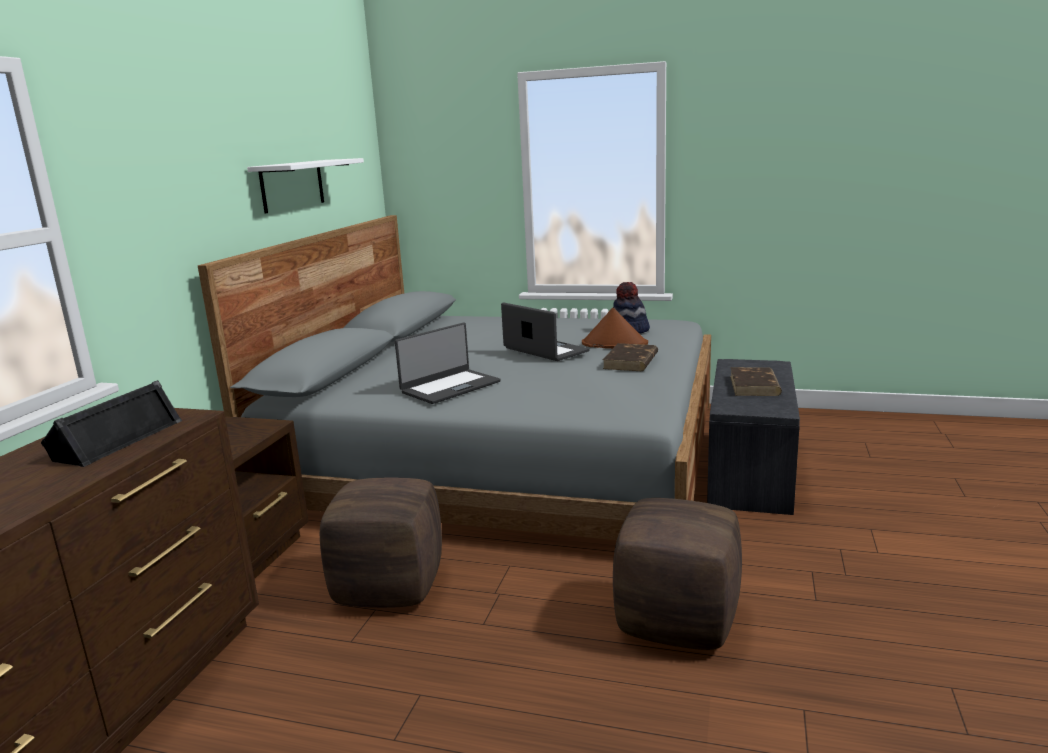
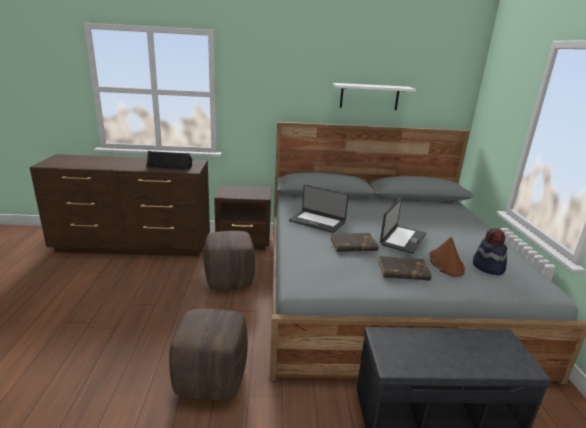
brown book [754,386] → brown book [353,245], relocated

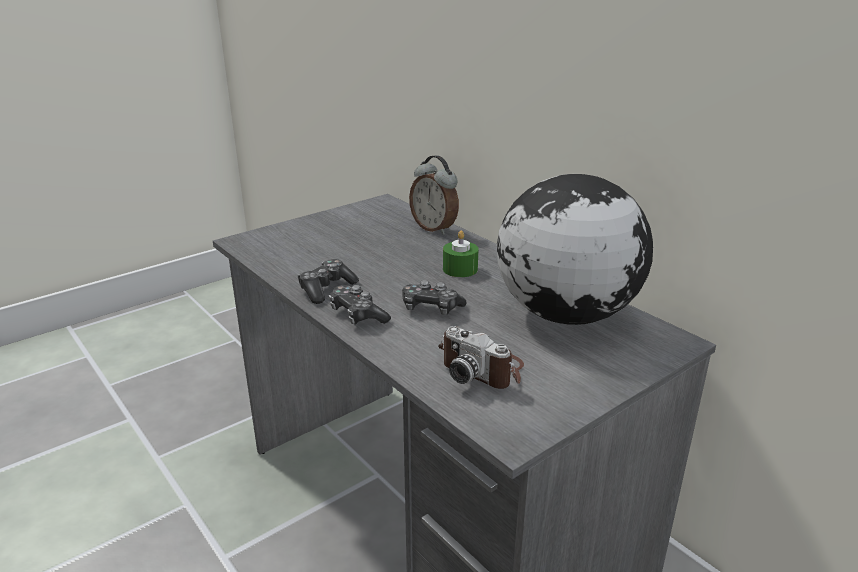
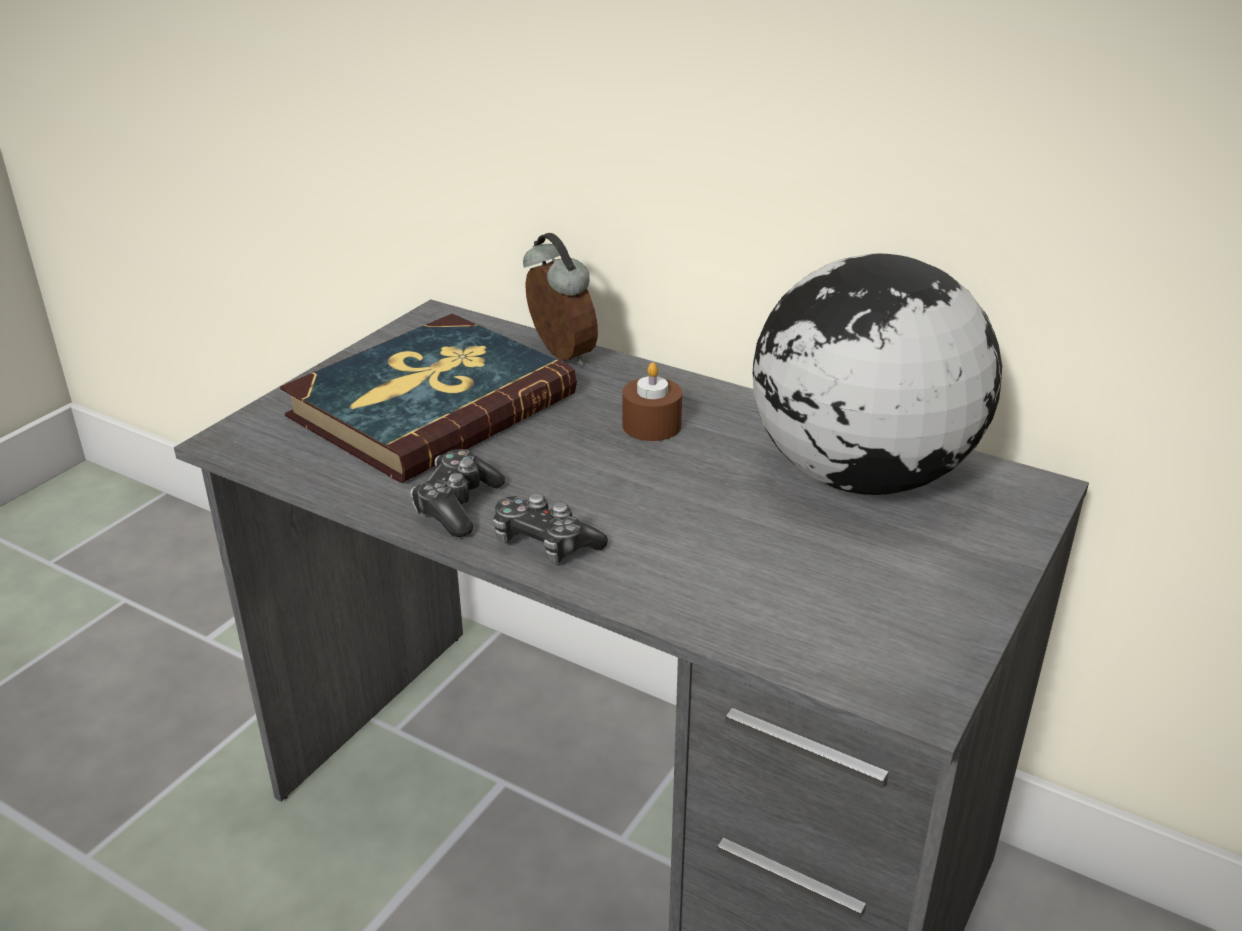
game controller [431,308] → -
photo camera [482,368] → -
- → book [430,405]
green candle [460,269] → brown candle [651,425]
alarm clock [434,228] → alarm clock [559,355], 150 degrees counterclockwise

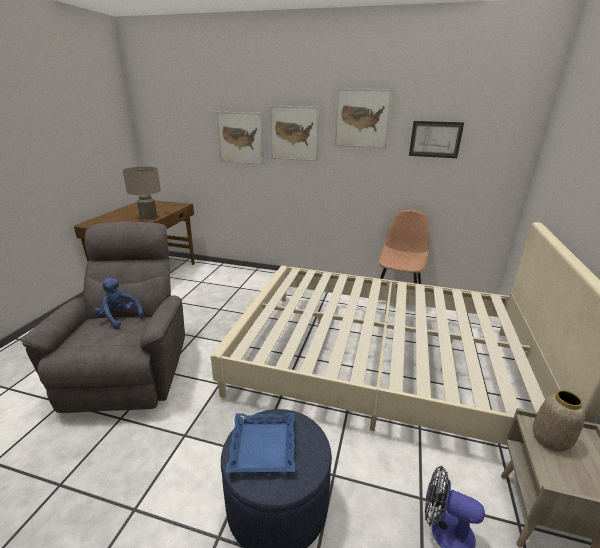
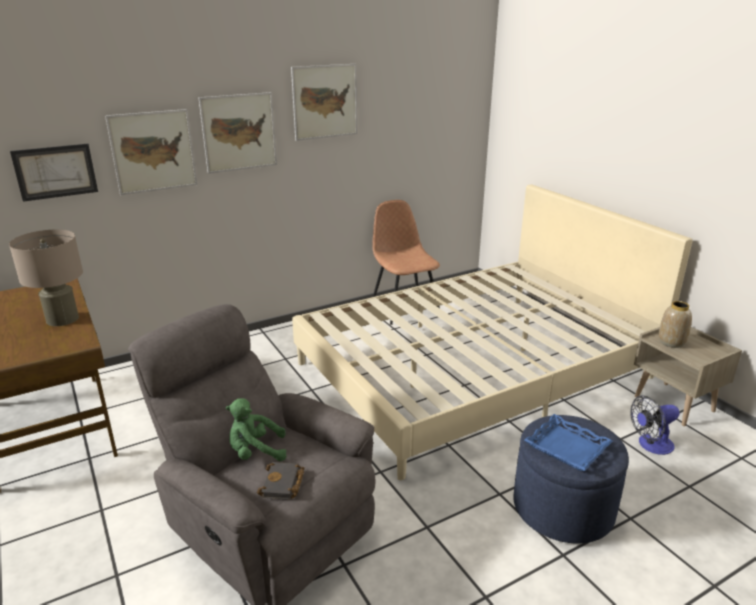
- → black book [283,485]
picture [435,139] → picture [55,172], relocated
blue plush toy [119,318] → green plush toy [255,452]

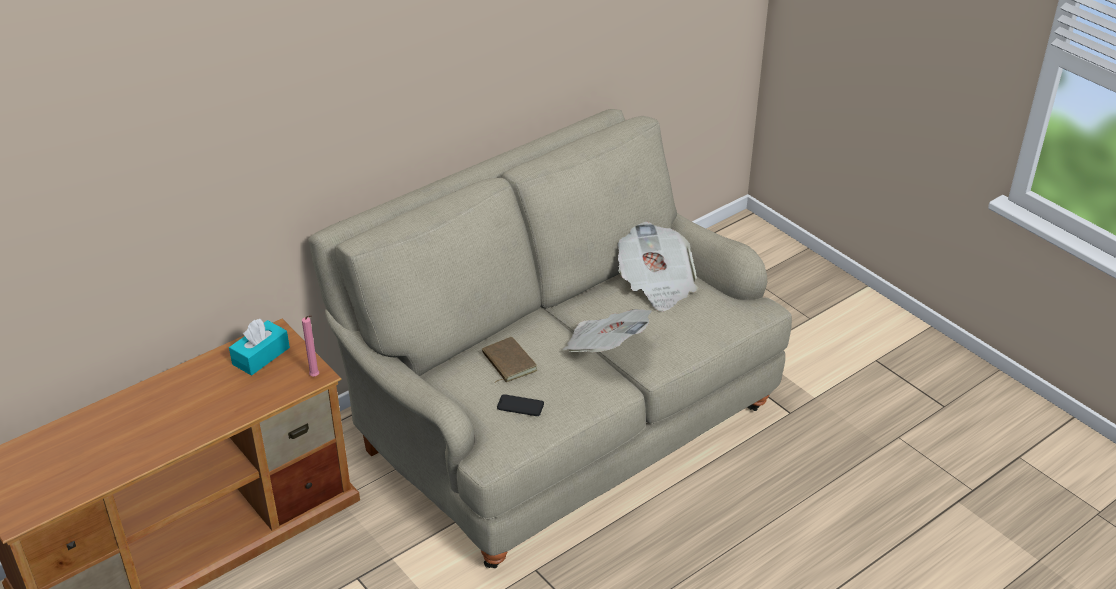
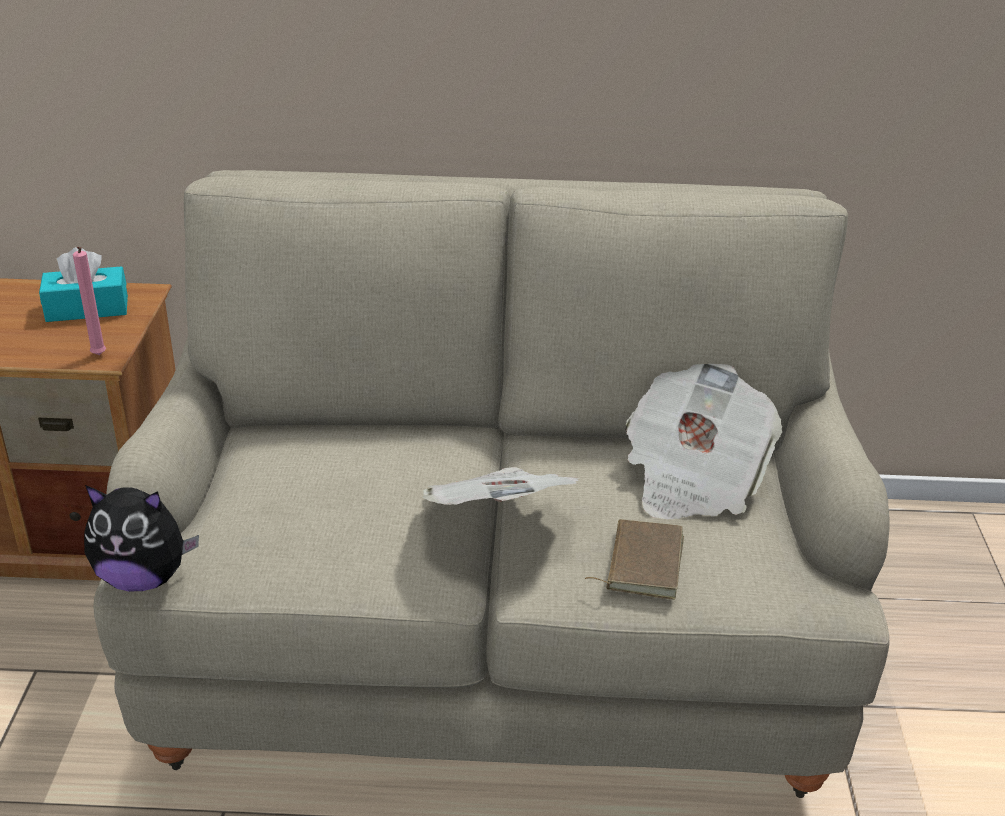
phone [520,406] → -
- → plush toy [143,578]
brown book [507,362] → brown book [641,562], relocated

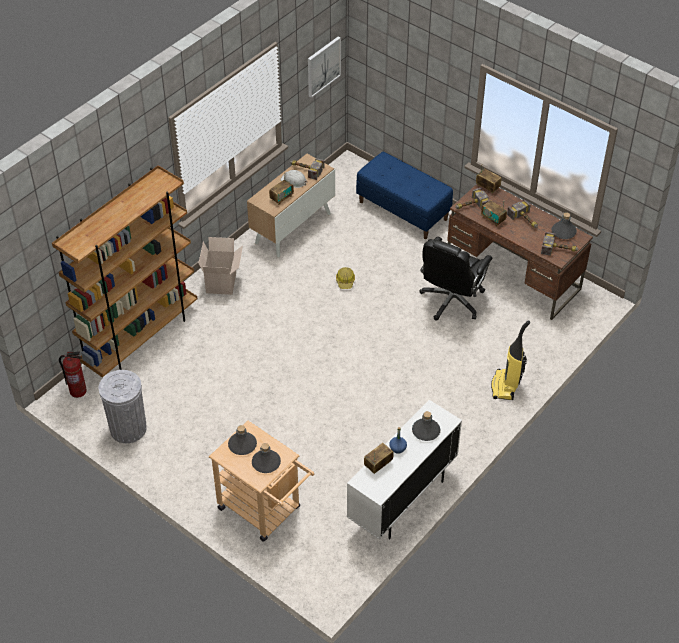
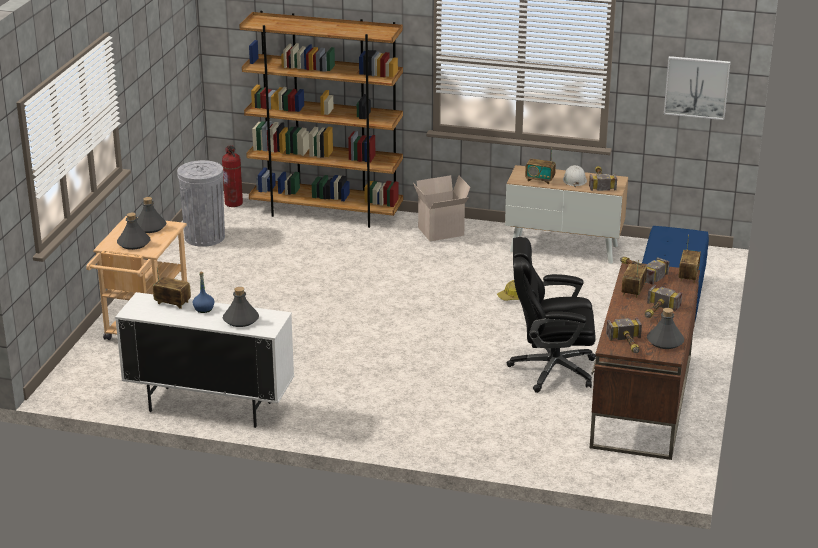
vacuum cleaner [505,386] → -

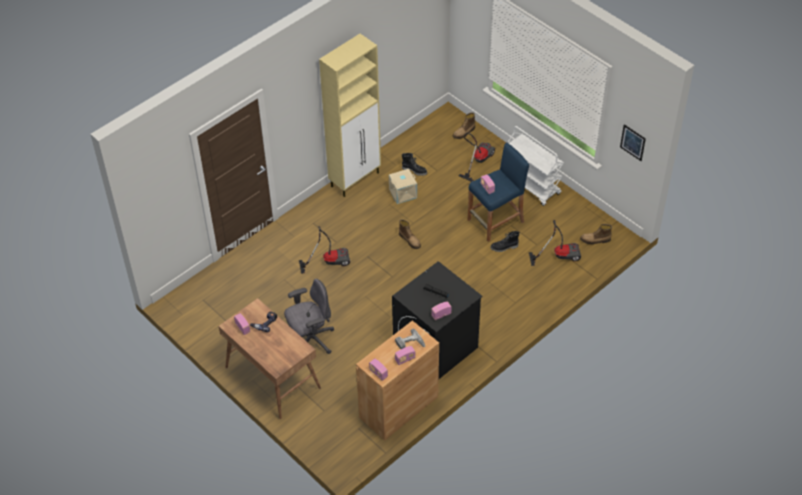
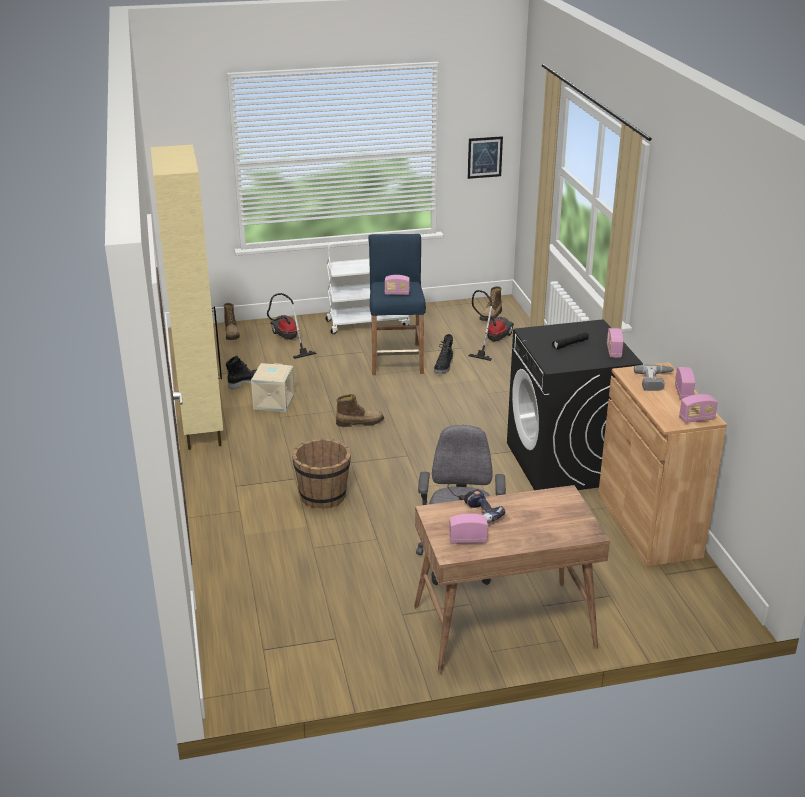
vacuum cleaner [329,261] → brown bucket [323,496]

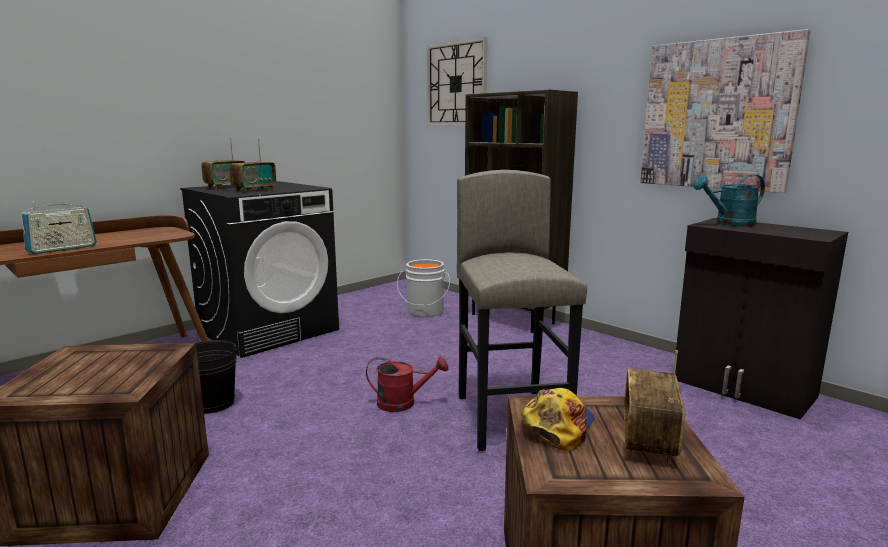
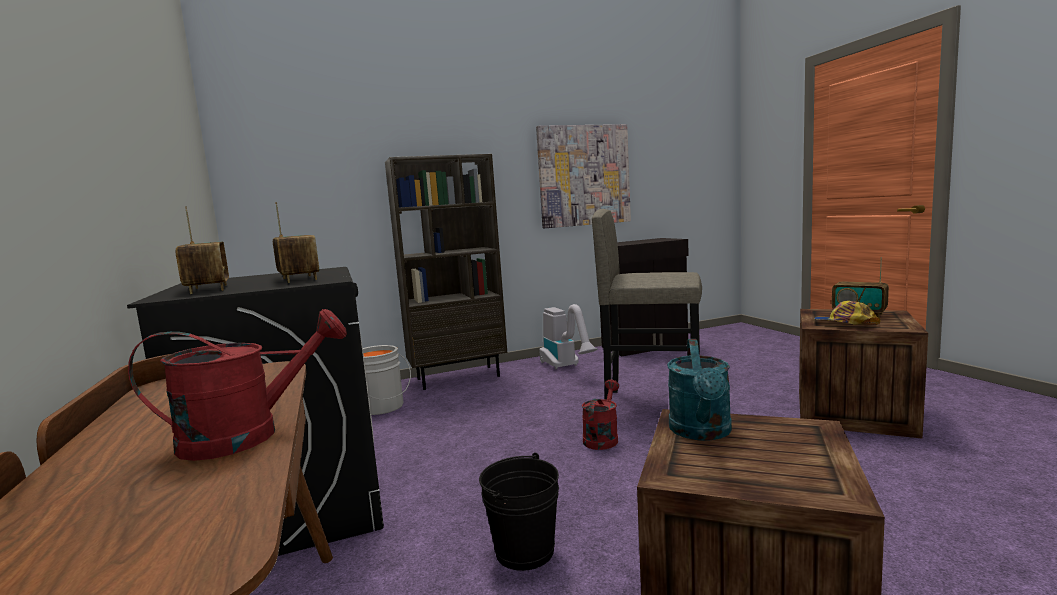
wall clock [456,84] → -
- → vacuum cleaner [567,367]
turquoise watering can [729,224] → turquoise watering can [701,432], relocated
radio [62,249] → red watering can [248,435]

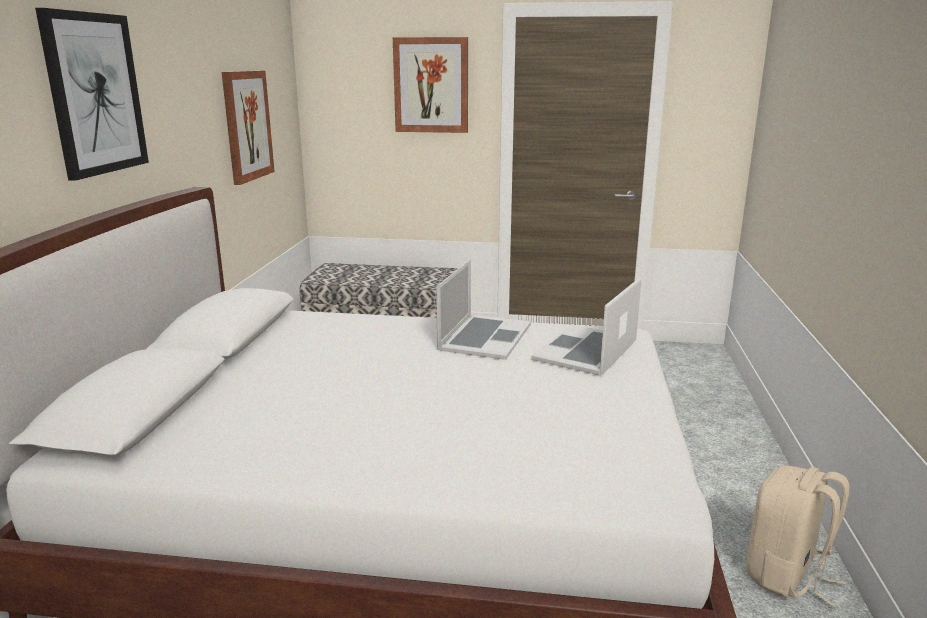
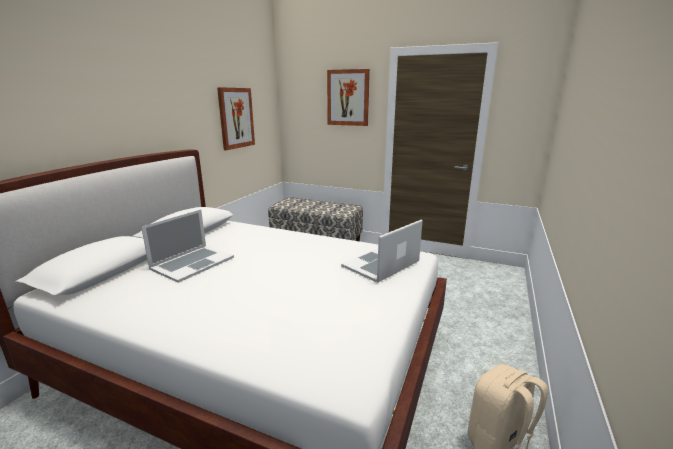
picture [95,94] → -
laptop [484,337] → laptop [192,263], relocated

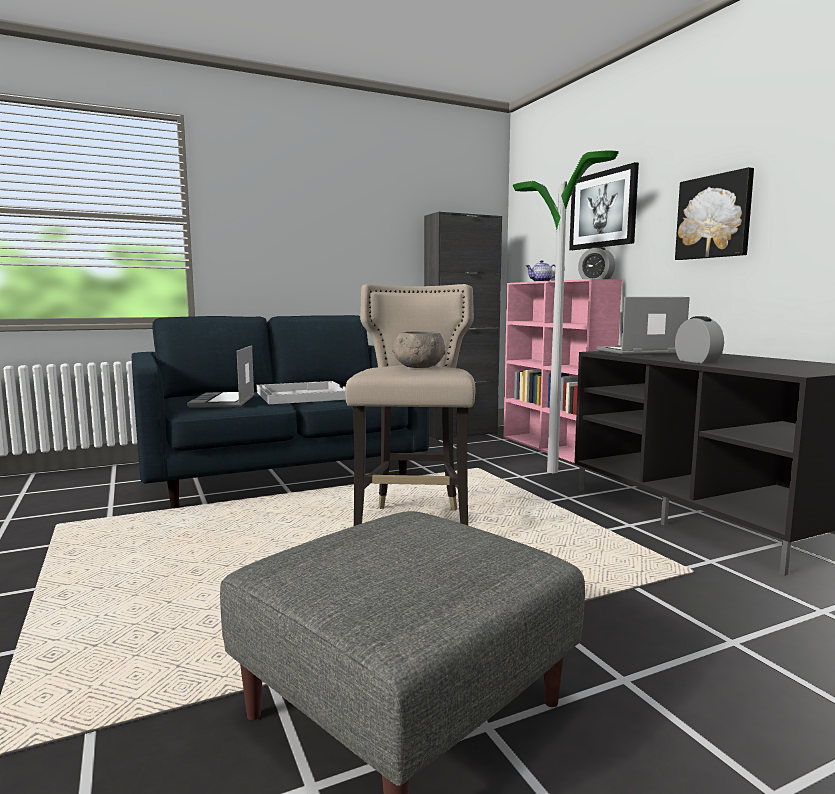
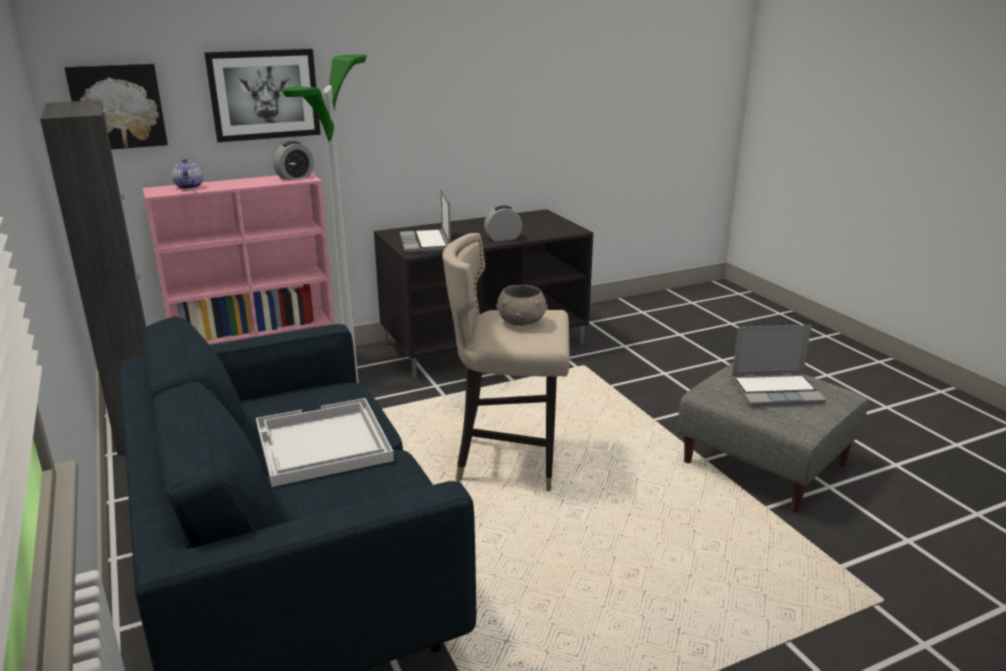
laptop [224,402] → laptop [777,391], relocated
picture [715,217] → picture [117,106], relocated

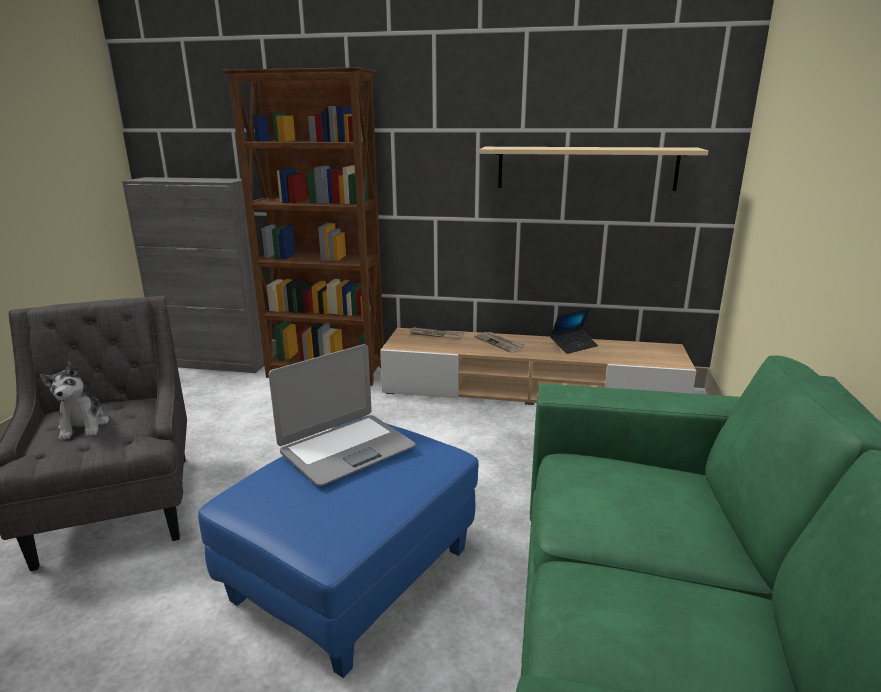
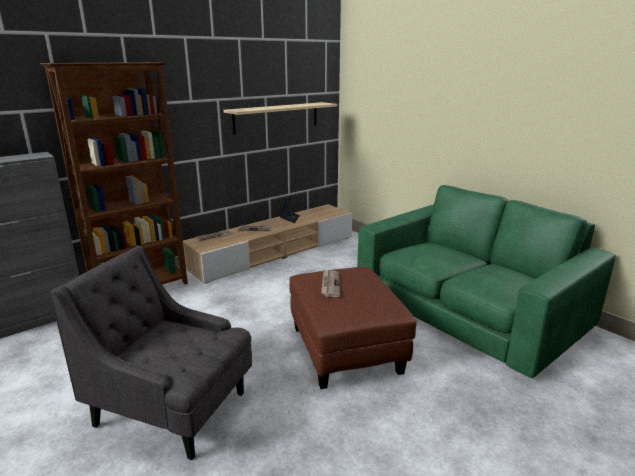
plush toy [84,426] → -
laptop [346,449] → newspaper [330,284]
blue ottoman [354,575] → brown ottoman [345,350]

